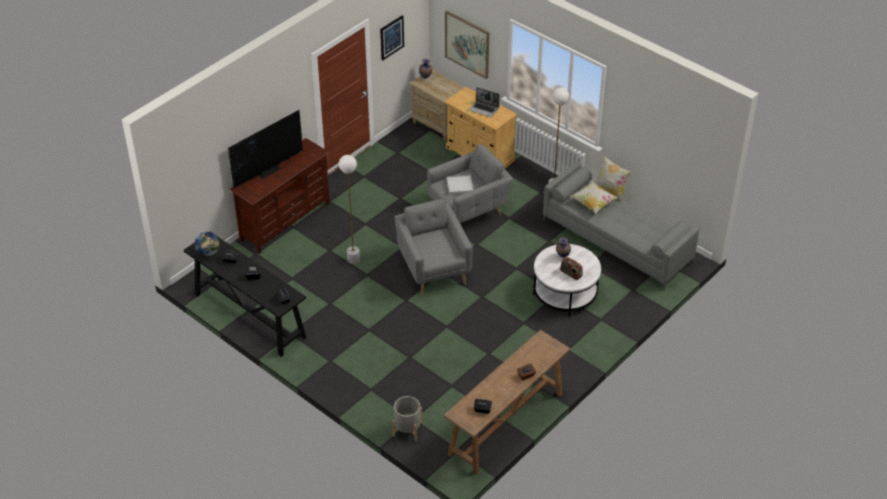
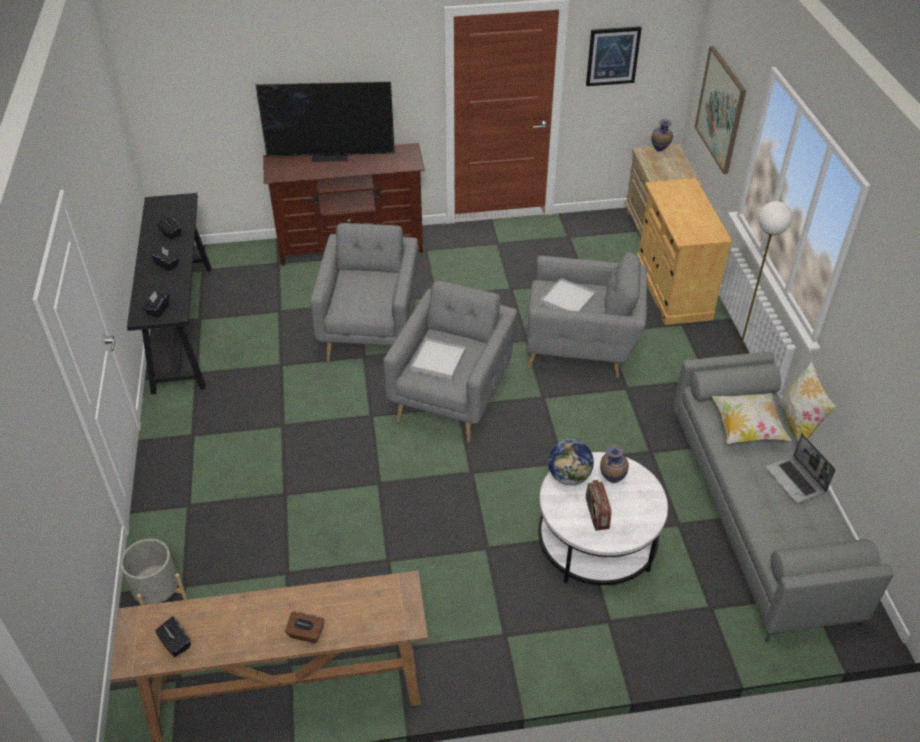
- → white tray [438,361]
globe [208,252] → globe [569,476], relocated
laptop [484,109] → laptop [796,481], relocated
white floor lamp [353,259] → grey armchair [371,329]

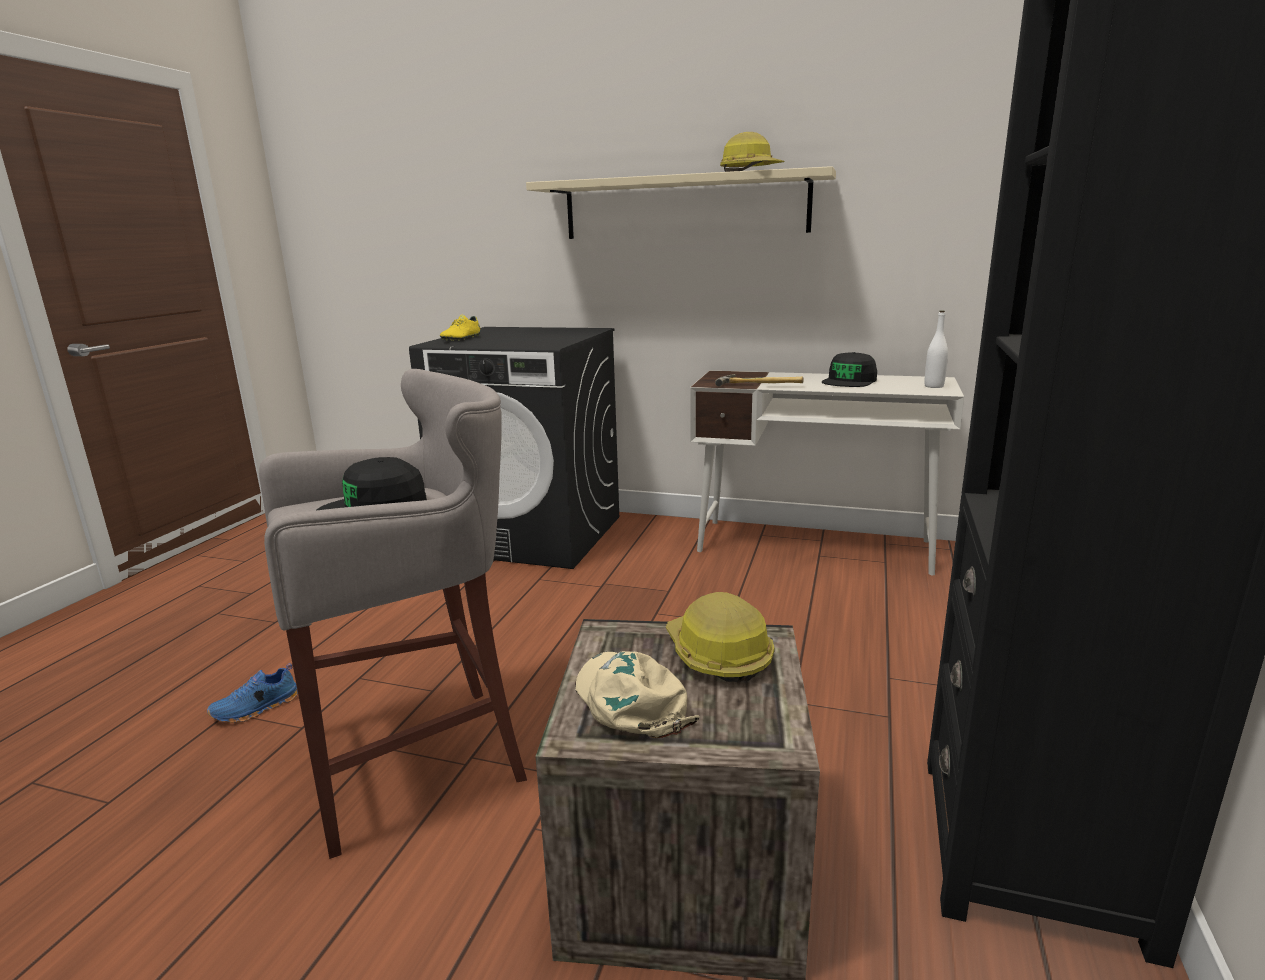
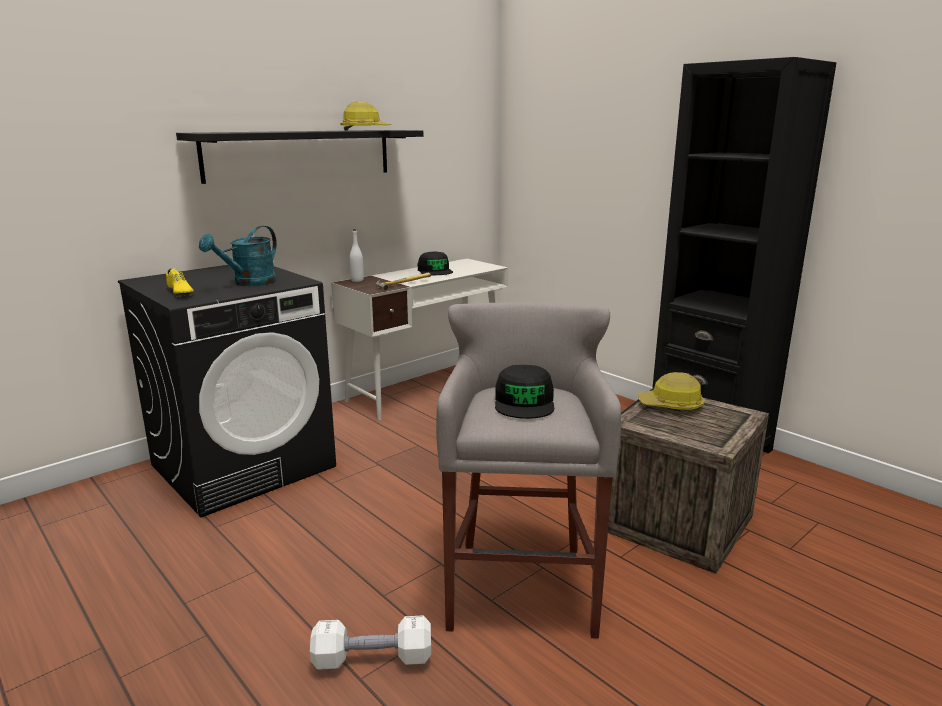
beige cap [630,701] → -
- → turquoise watering can [249,283]
white bottle [934,386] → white bottle [357,280], relocated
blue shoe [257,709] → white dumbbell [373,659]
beige shelf [684,207] → black shelf [300,154]

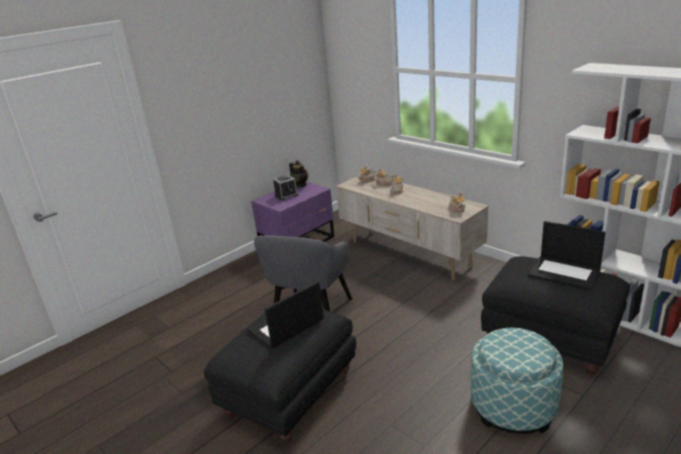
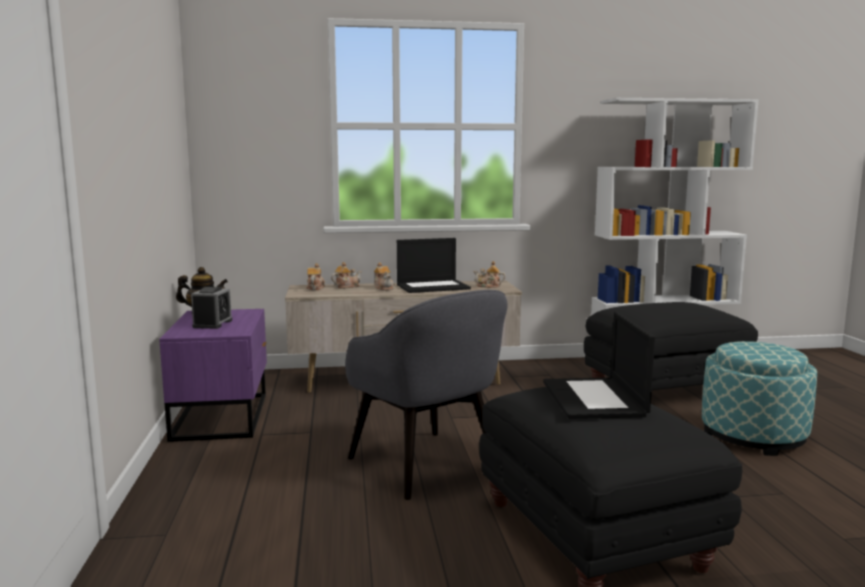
laptop [565,272] → laptop [433,286], relocated

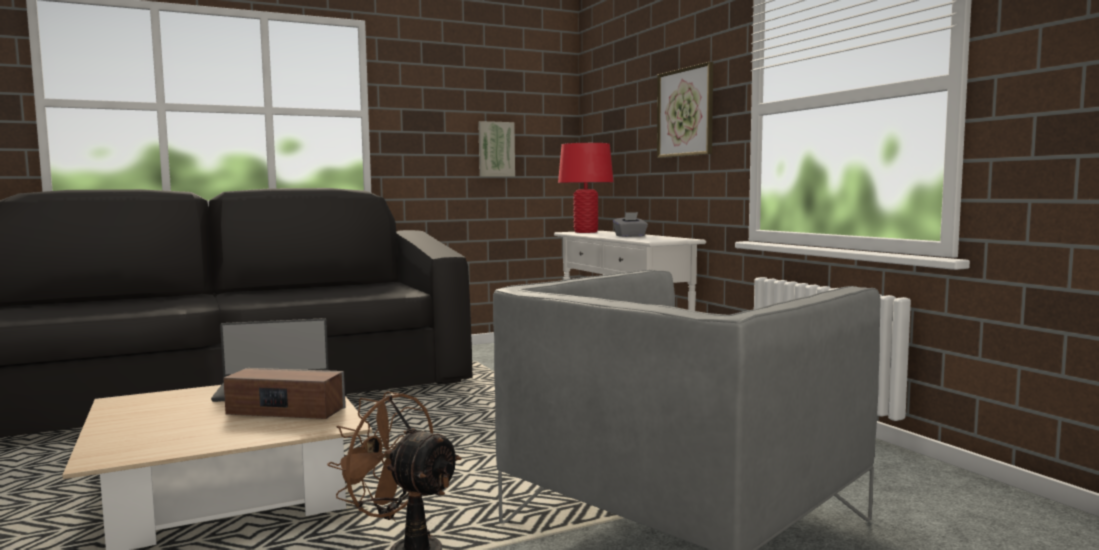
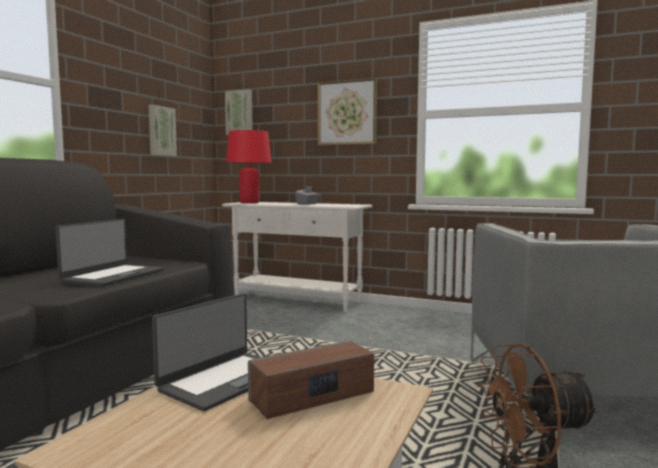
- → laptop [113,276]
- → picture [239,113]

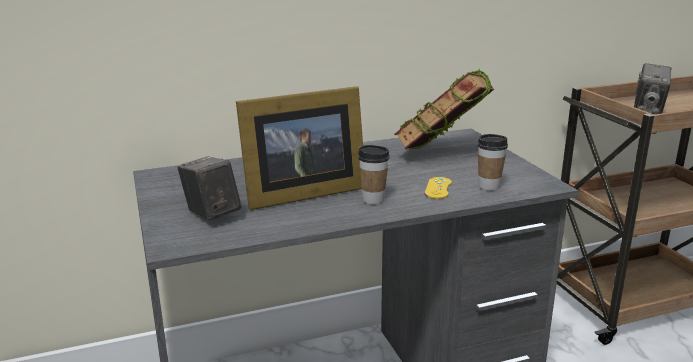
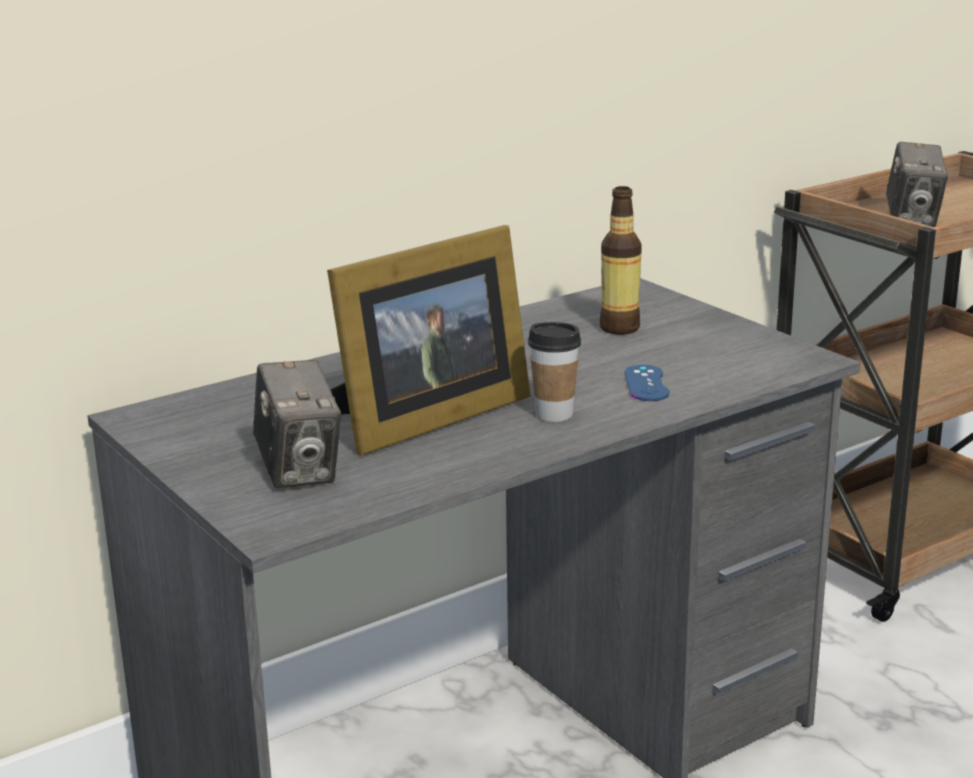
cup [489,186] → -
book [443,155] → bottle [619,328]
yellow game controller [438,188] → blue game controller [646,384]
photo camera [211,214] → photo camera [299,471], 150 degrees counterclockwise

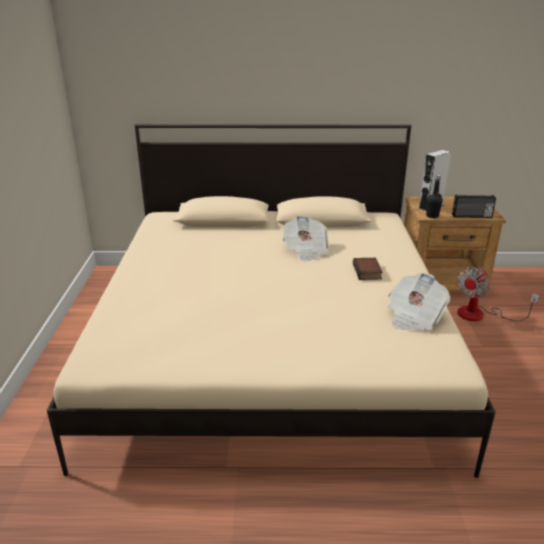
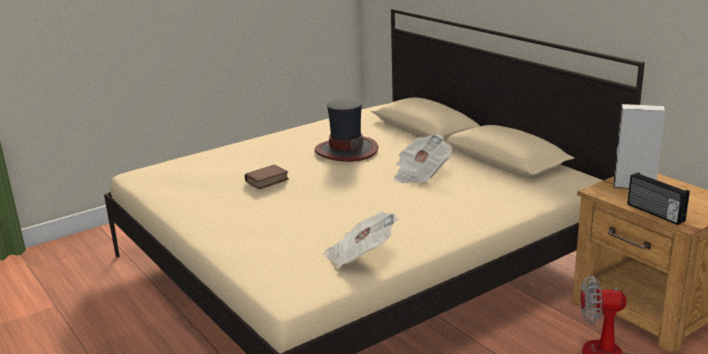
black bottle [432,216] → -
- → hat [346,150]
book [368,272] → book [267,181], relocated

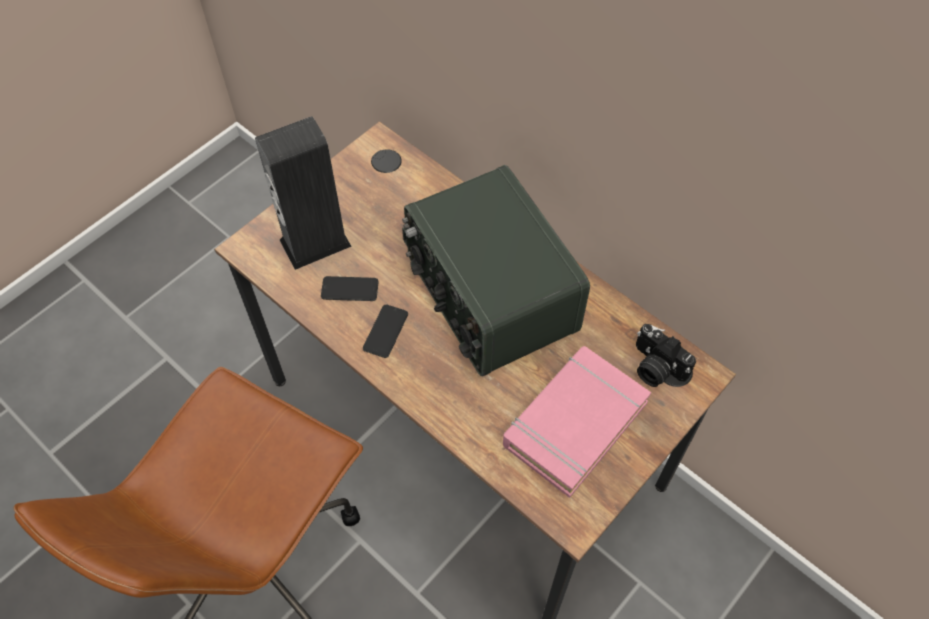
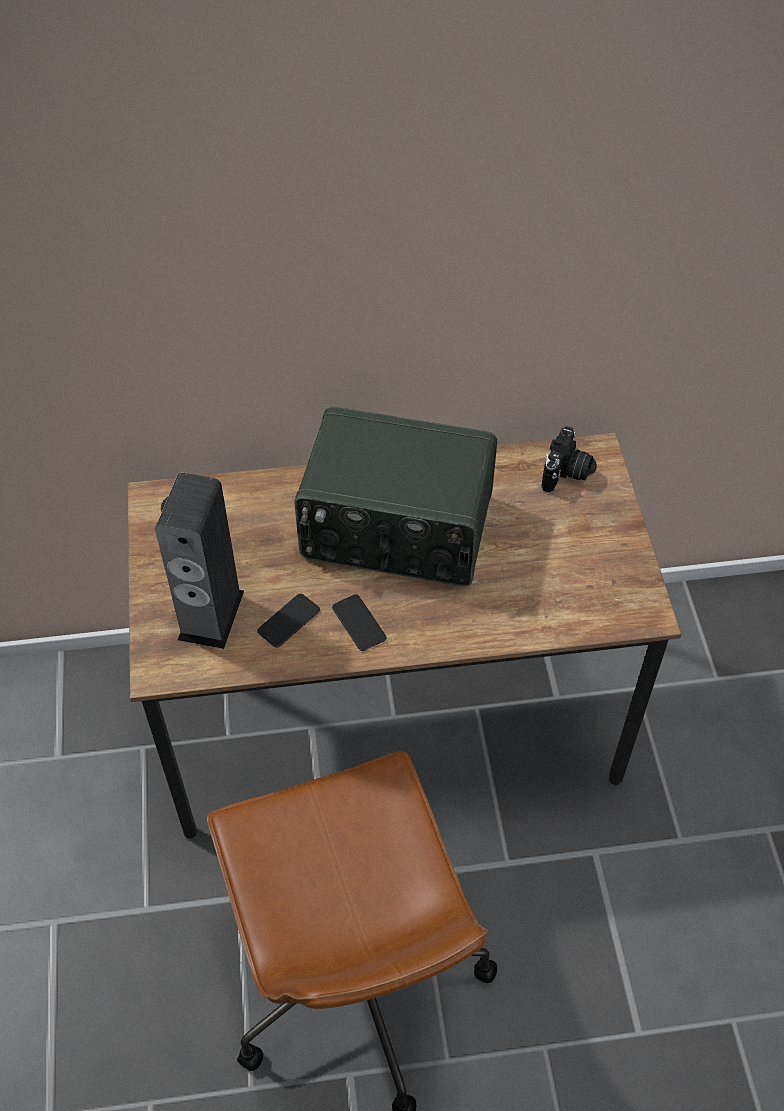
pink book [574,423] → -
photo camera [655,367] → photo camera [566,473], 60 degrees counterclockwise

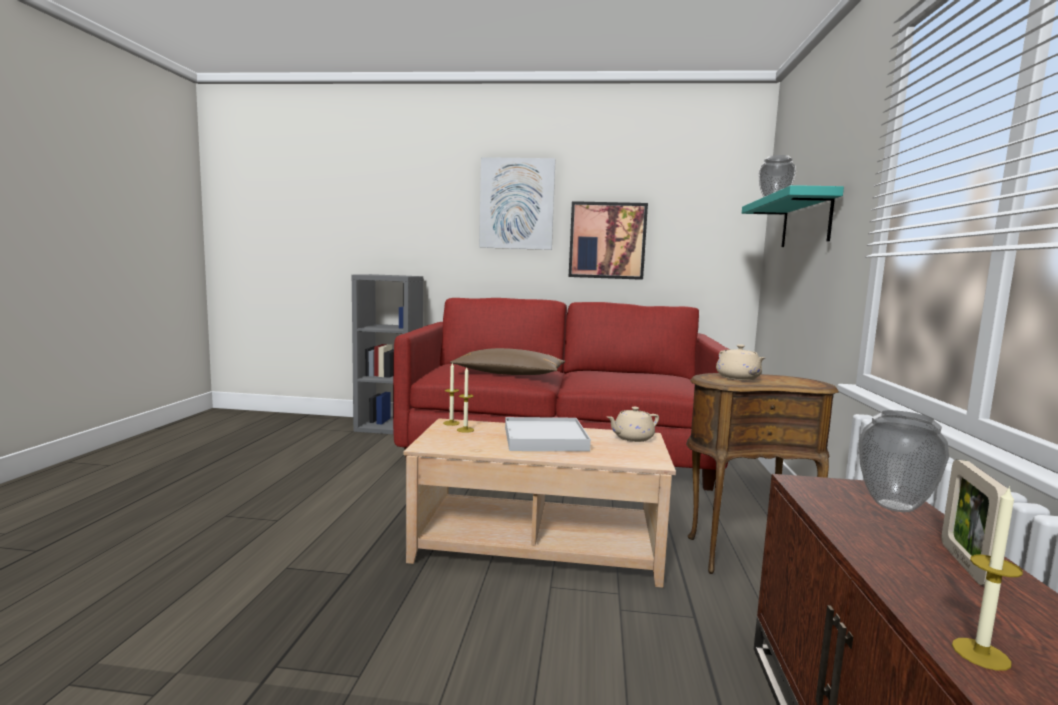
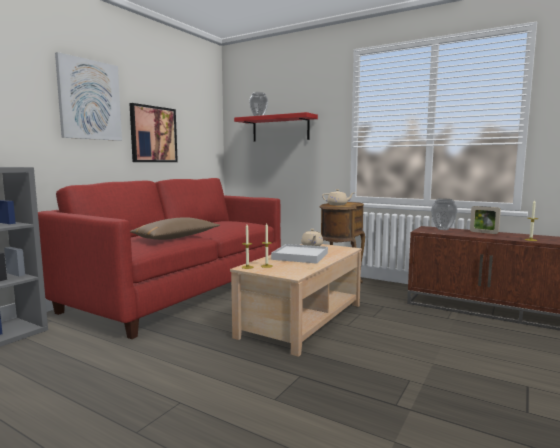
turquoise shelf [806,221] → red shelf [280,128]

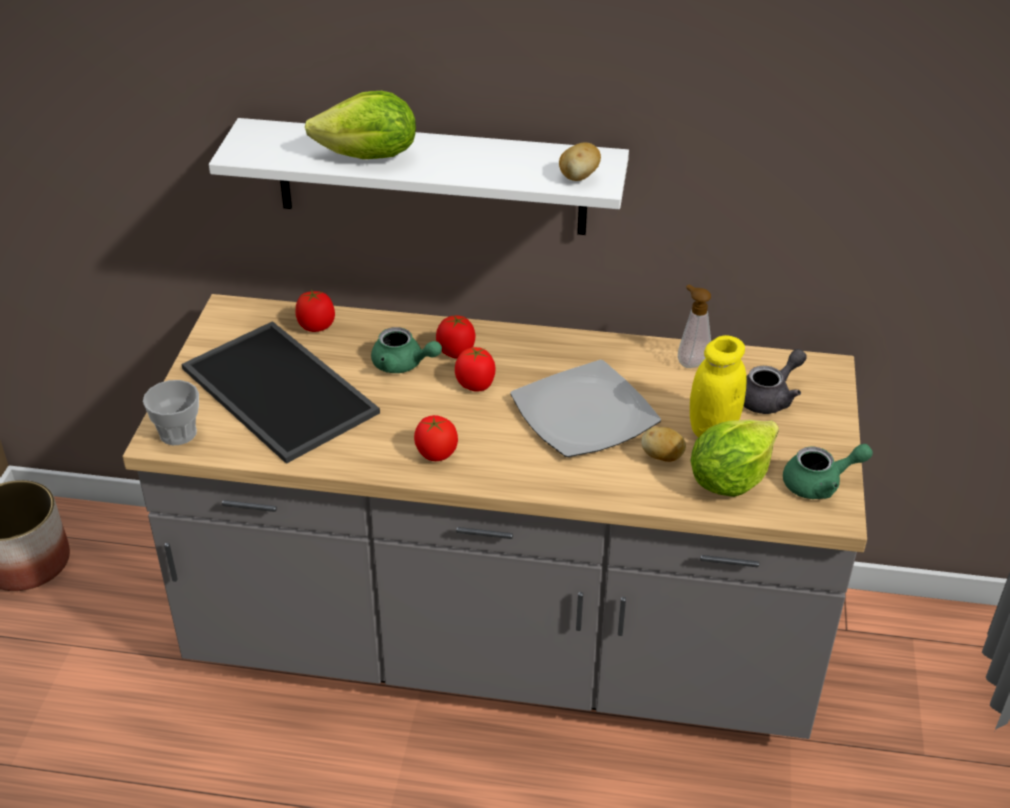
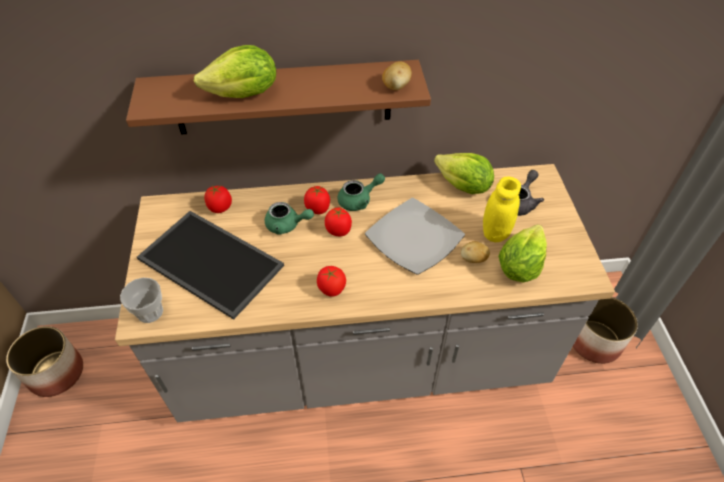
- → planter [594,341]
green teapot [820,484] → green teapot [359,200], relocated
soap dispenser [690,361] → lettuce [463,186]
white shelf [431,177] → brown shelf [283,98]

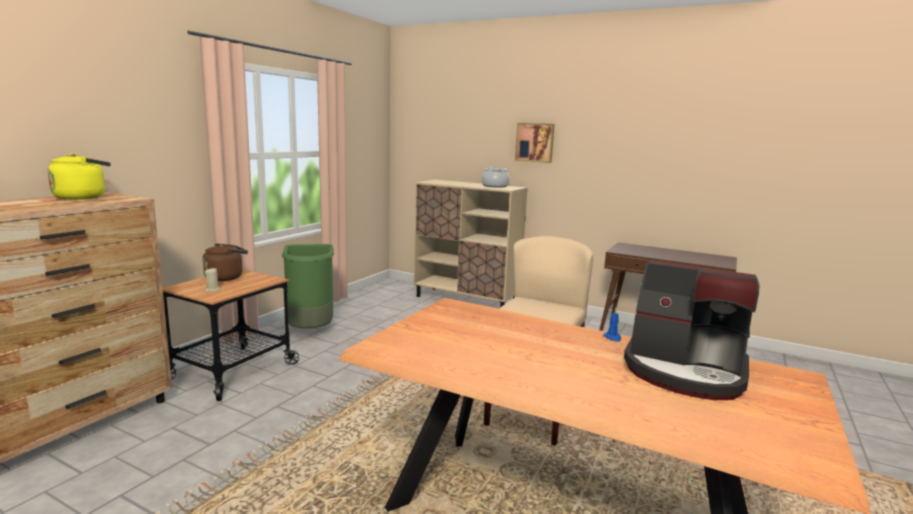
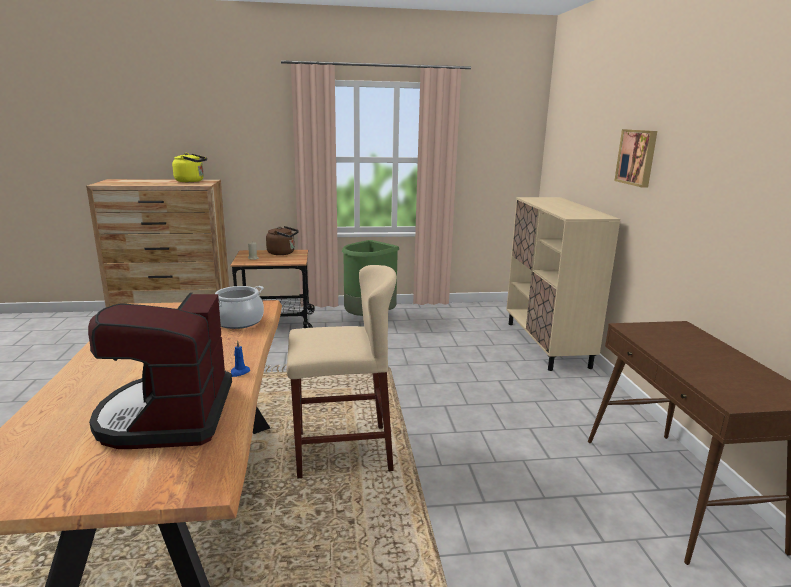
cooking pot [495,186] → cooking pot [239,321], relocated

